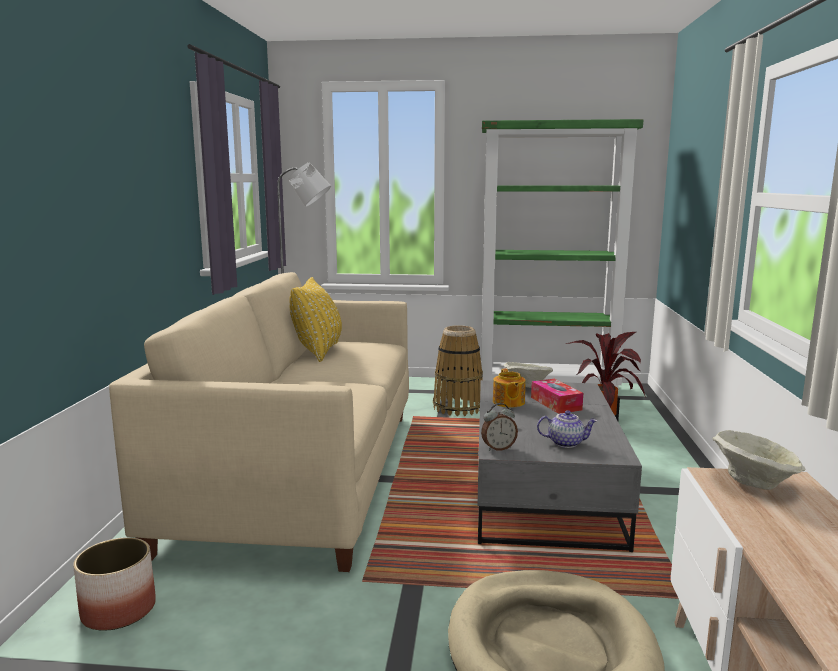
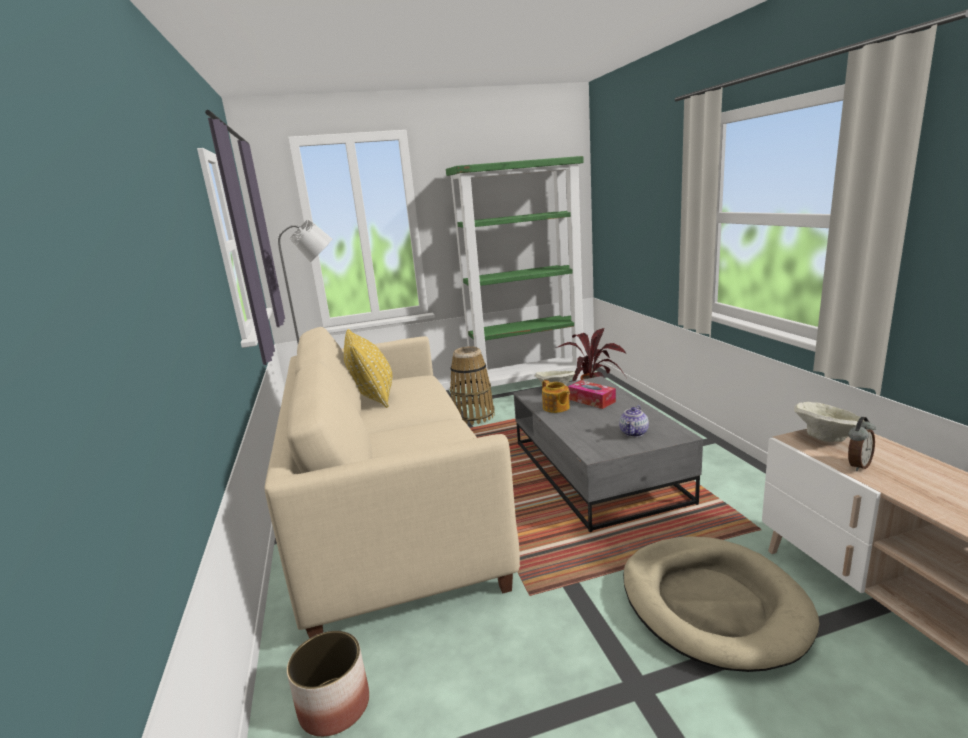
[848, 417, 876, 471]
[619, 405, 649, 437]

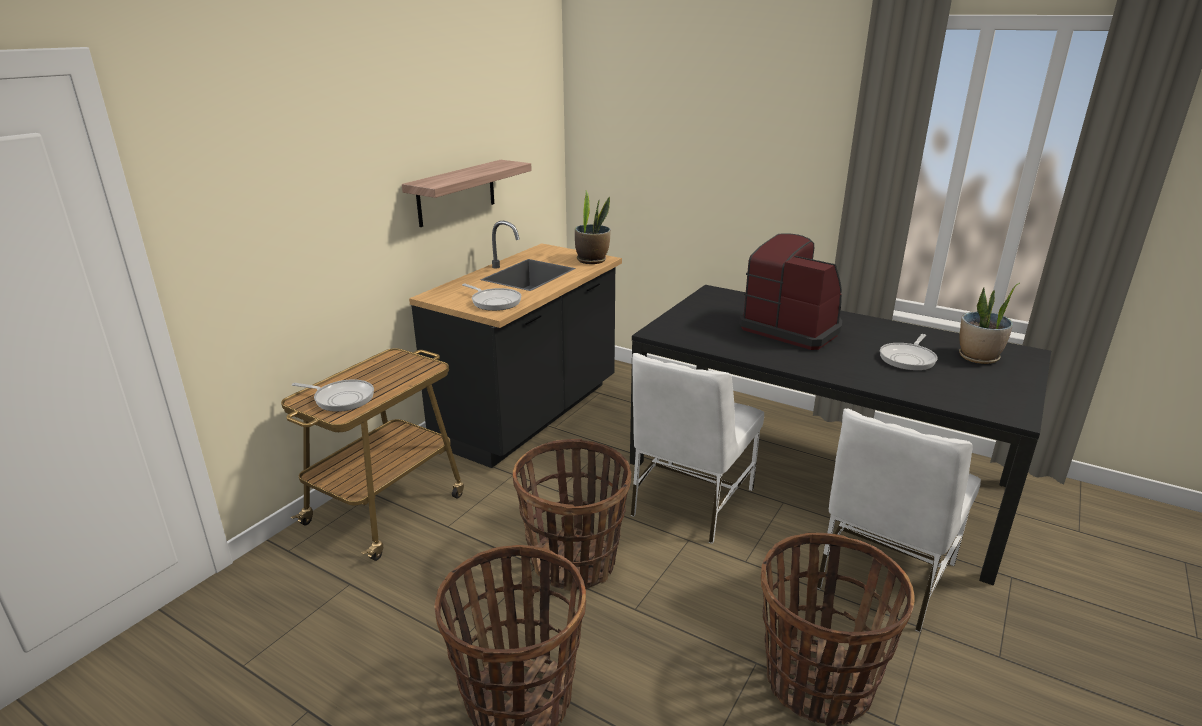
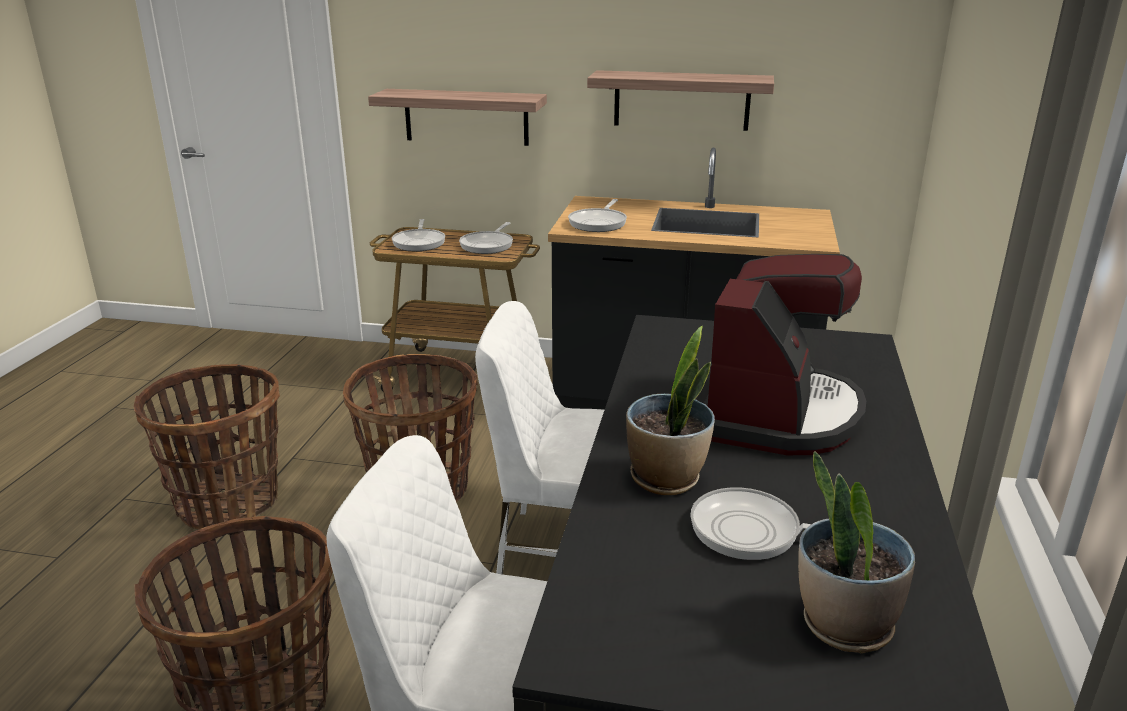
[626, 326, 715, 495]
[368, 89, 547, 146]
[459, 222, 513, 254]

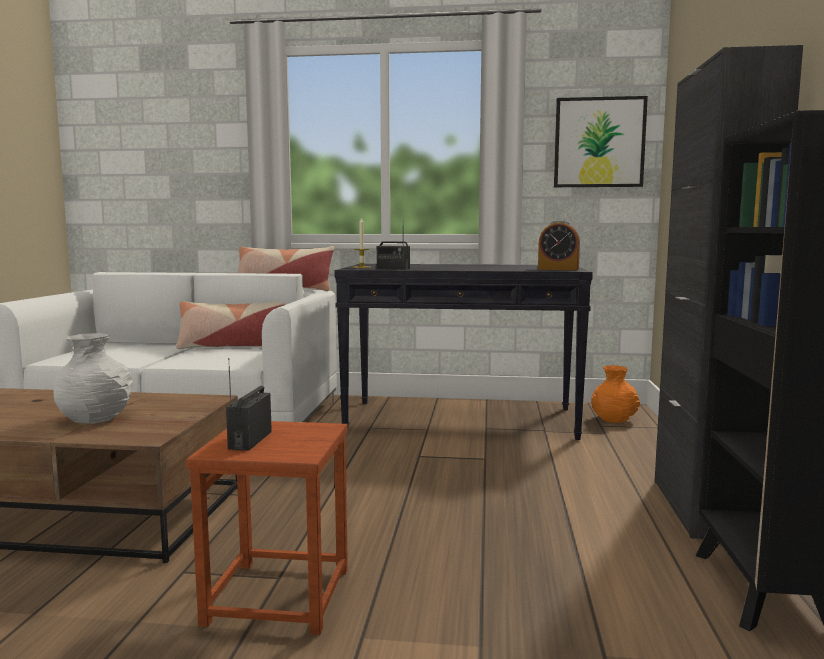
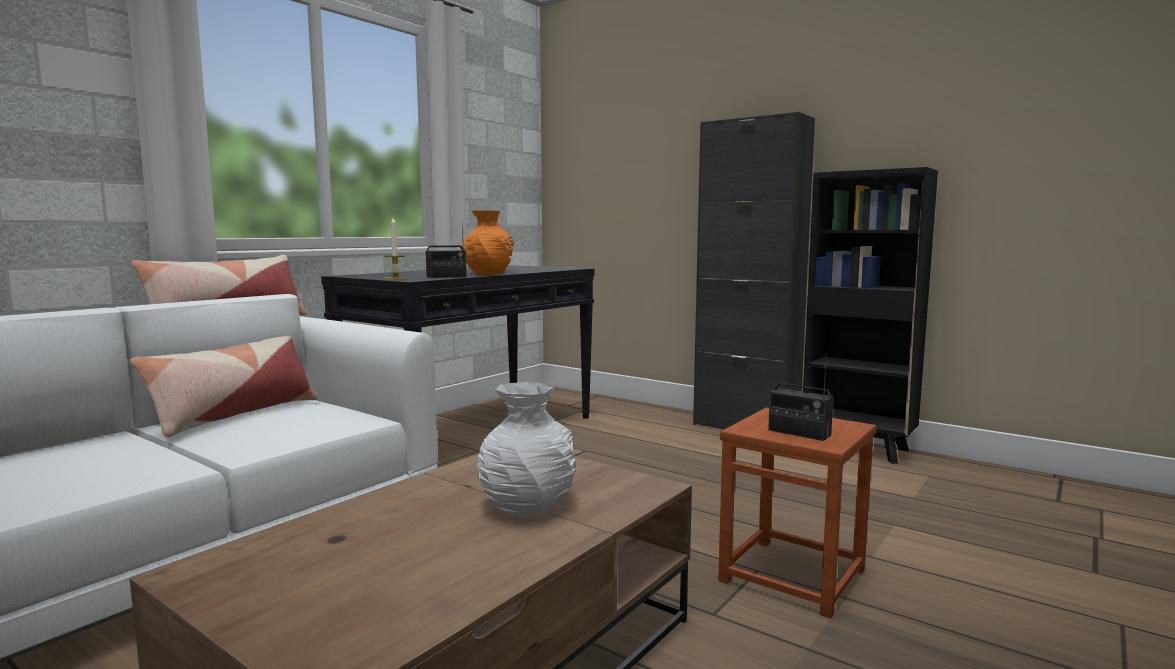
[538, 220, 580, 270] (first image)
[554, 96, 648, 187] (first image)
[462, 211, 514, 275]

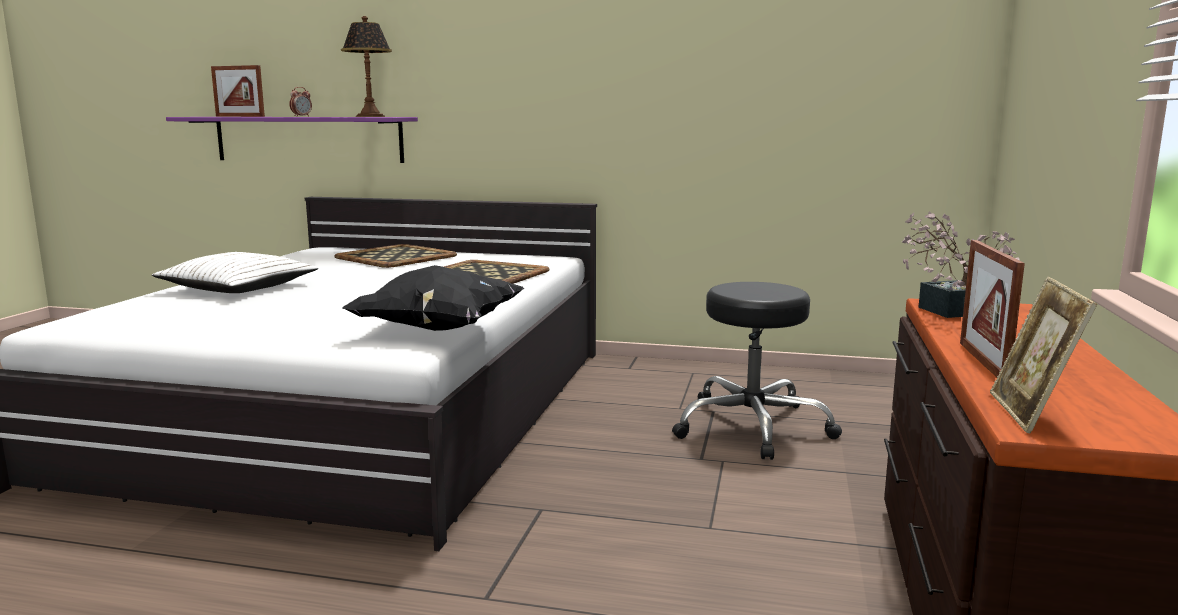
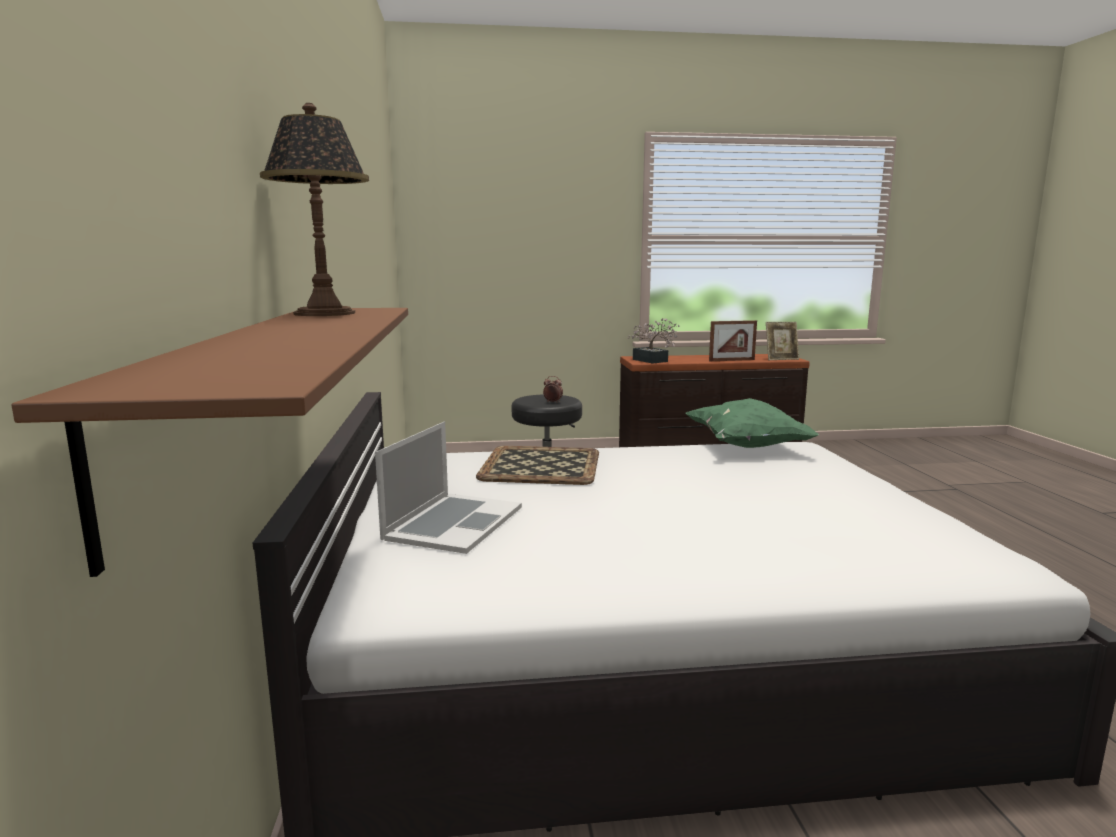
[152, 252, 318, 293] (first image)
[12, 308, 408, 577]
[211, 65, 265, 117] (first image)
[543, 376, 563, 403]
[375, 422, 522, 554]
[686, 398, 819, 448]

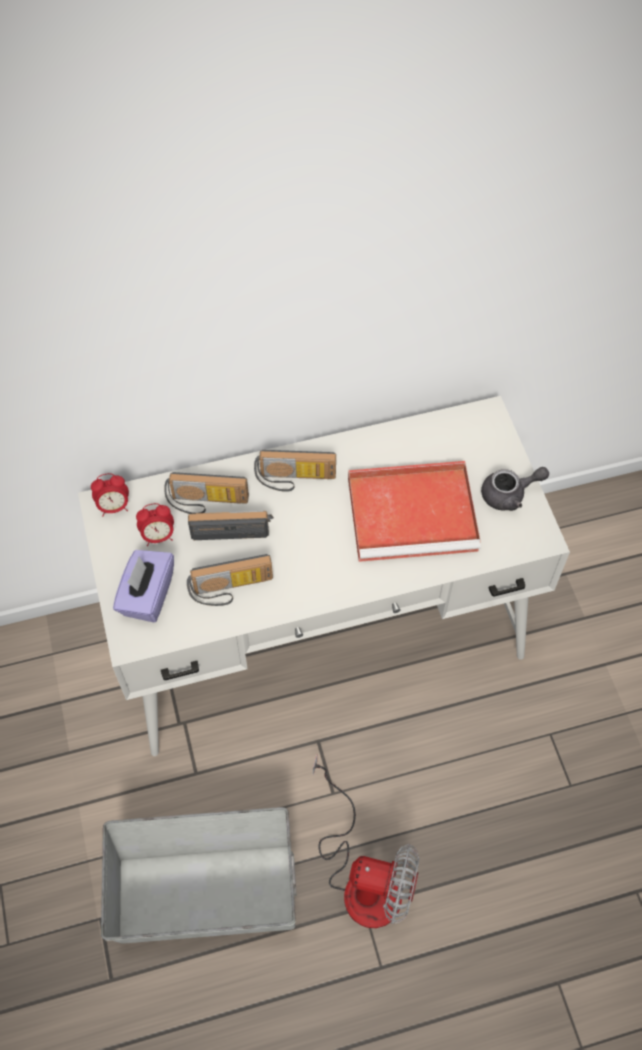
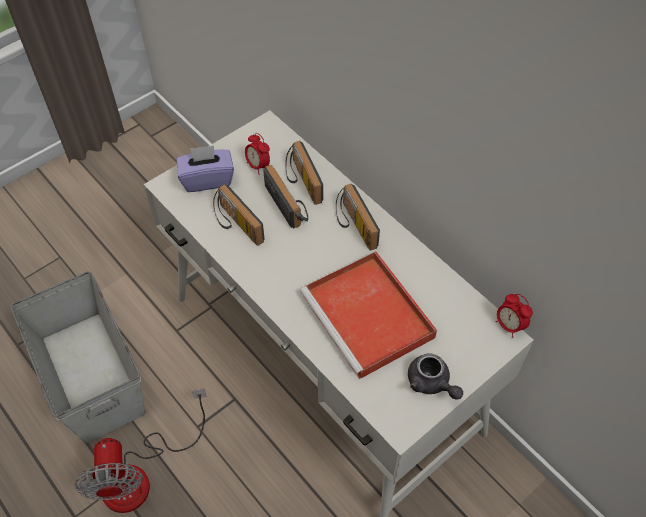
[495, 294, 533, 338]

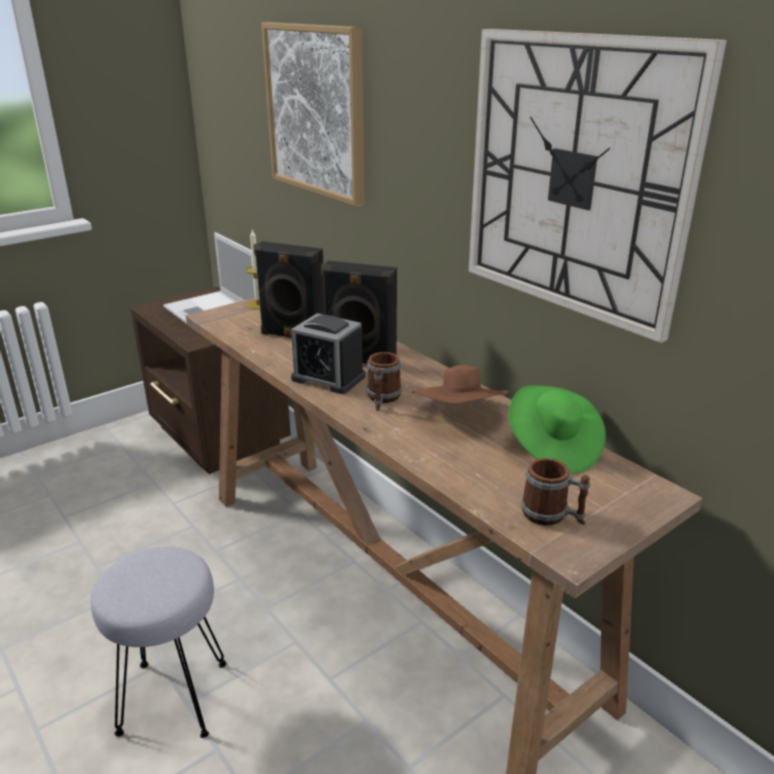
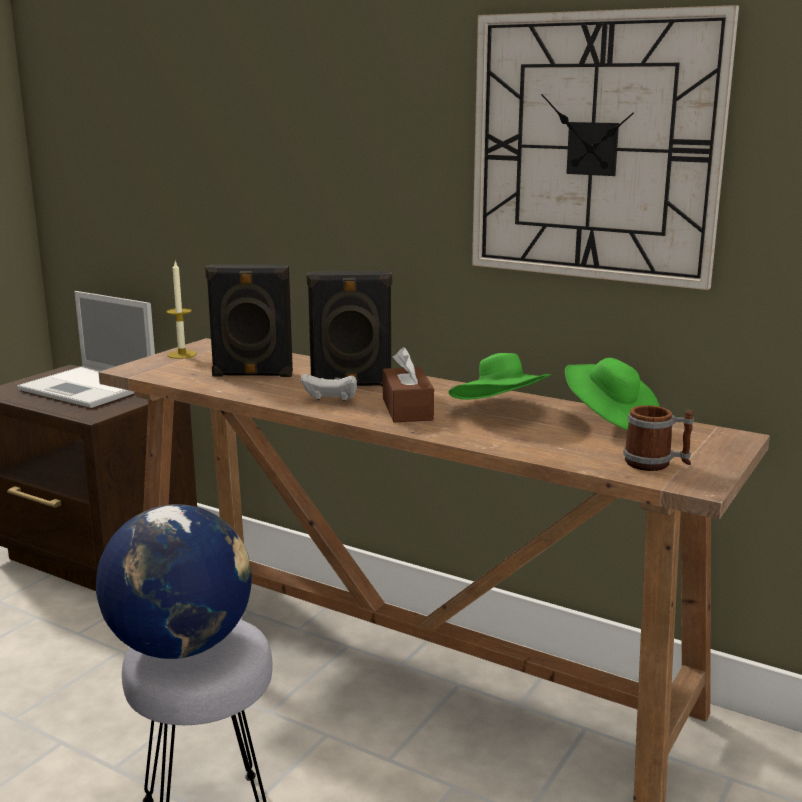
[261, 22, 365, 206] (first image)
[301, 374, 357, 401]
[383, 347, 434, 422]
[449, 353, 551, 400]
[96, 504, 252, 659]

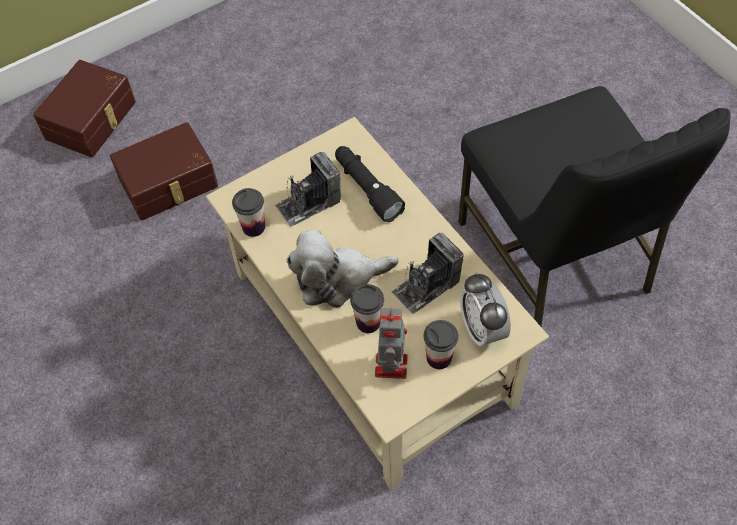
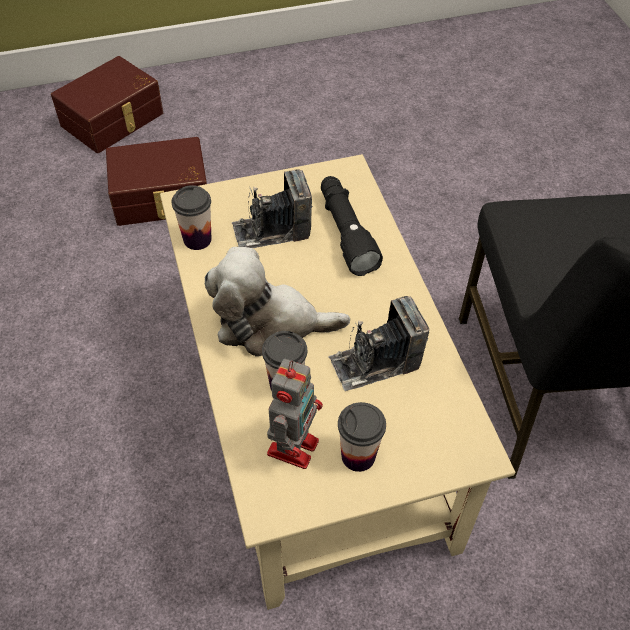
[460, 273, 511, 347] (first image)

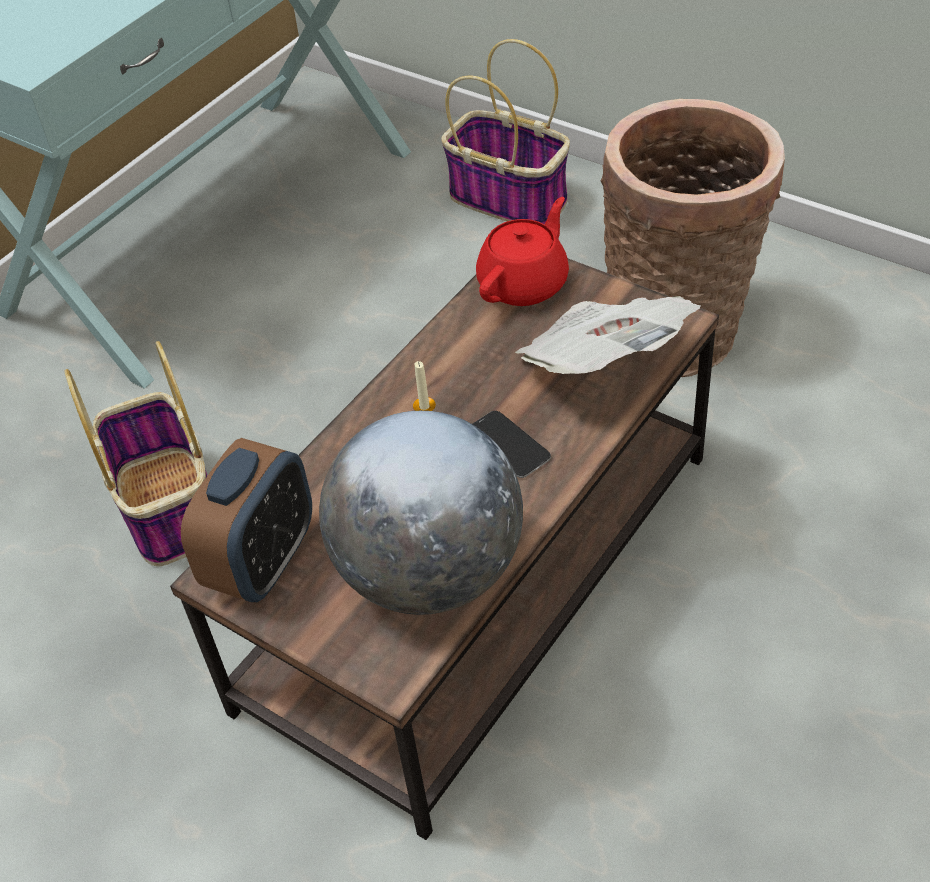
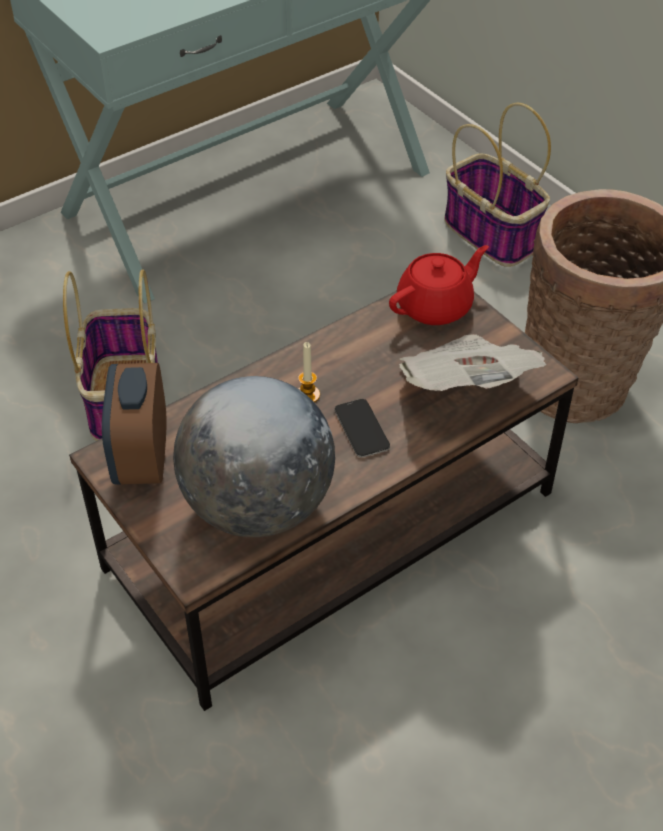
[102, 363, 167, 485]

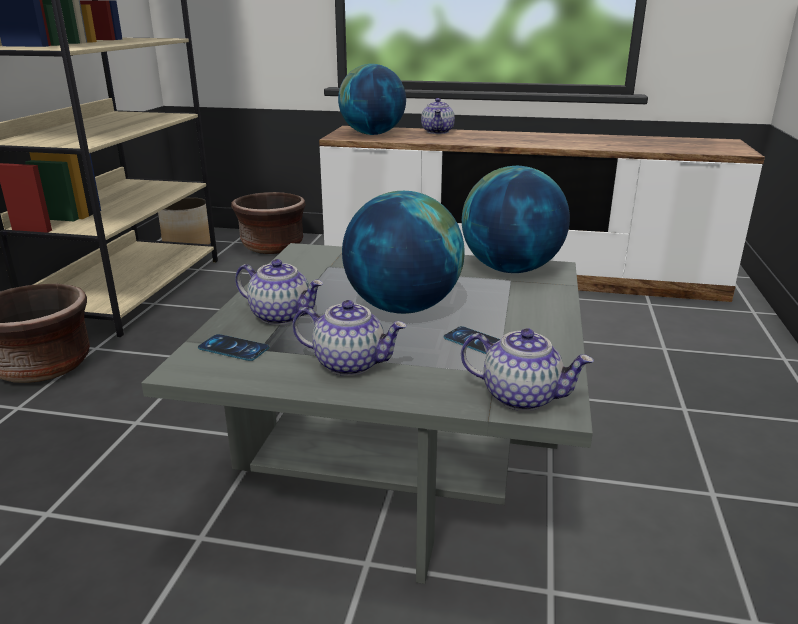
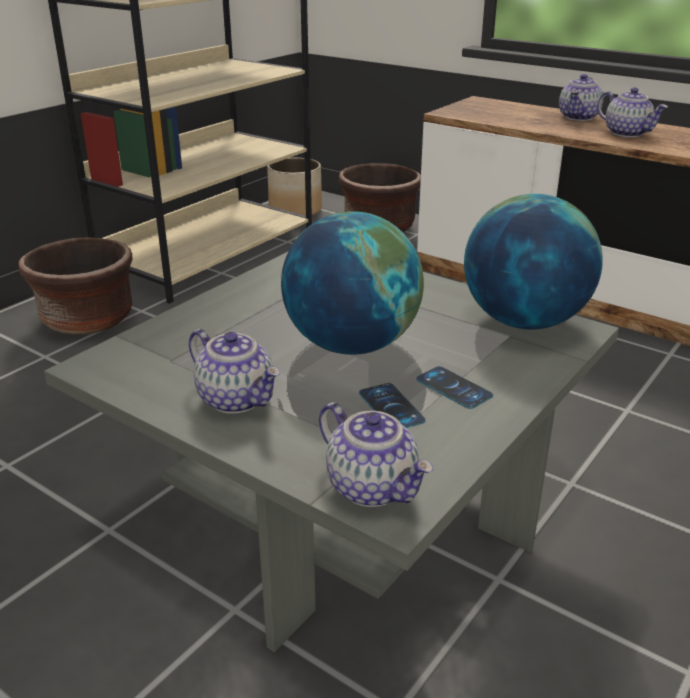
[416, 366, 493, 409]
[597, 87, 668, 137]
[338, 64, 406, 135] (first image)

